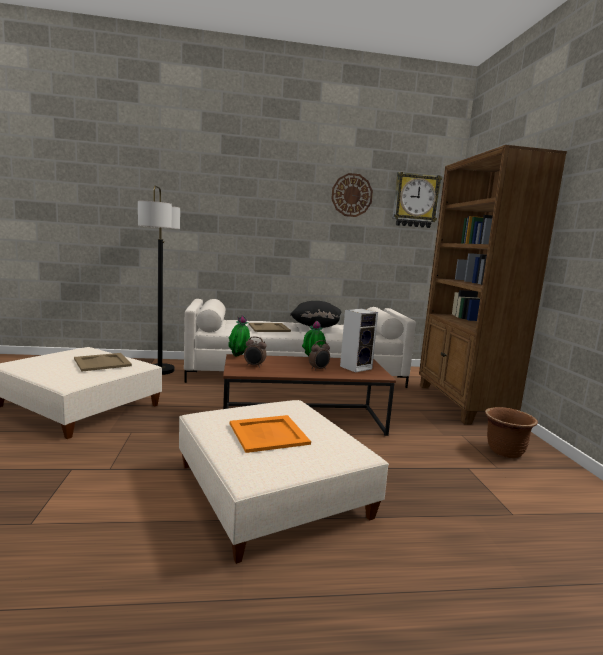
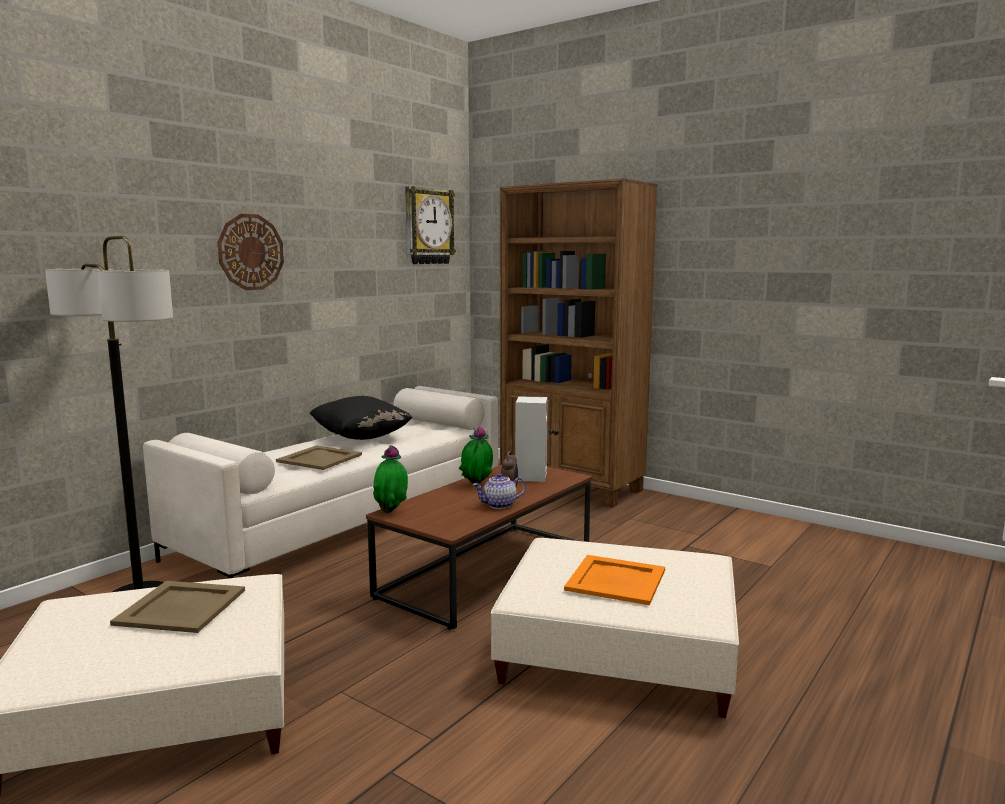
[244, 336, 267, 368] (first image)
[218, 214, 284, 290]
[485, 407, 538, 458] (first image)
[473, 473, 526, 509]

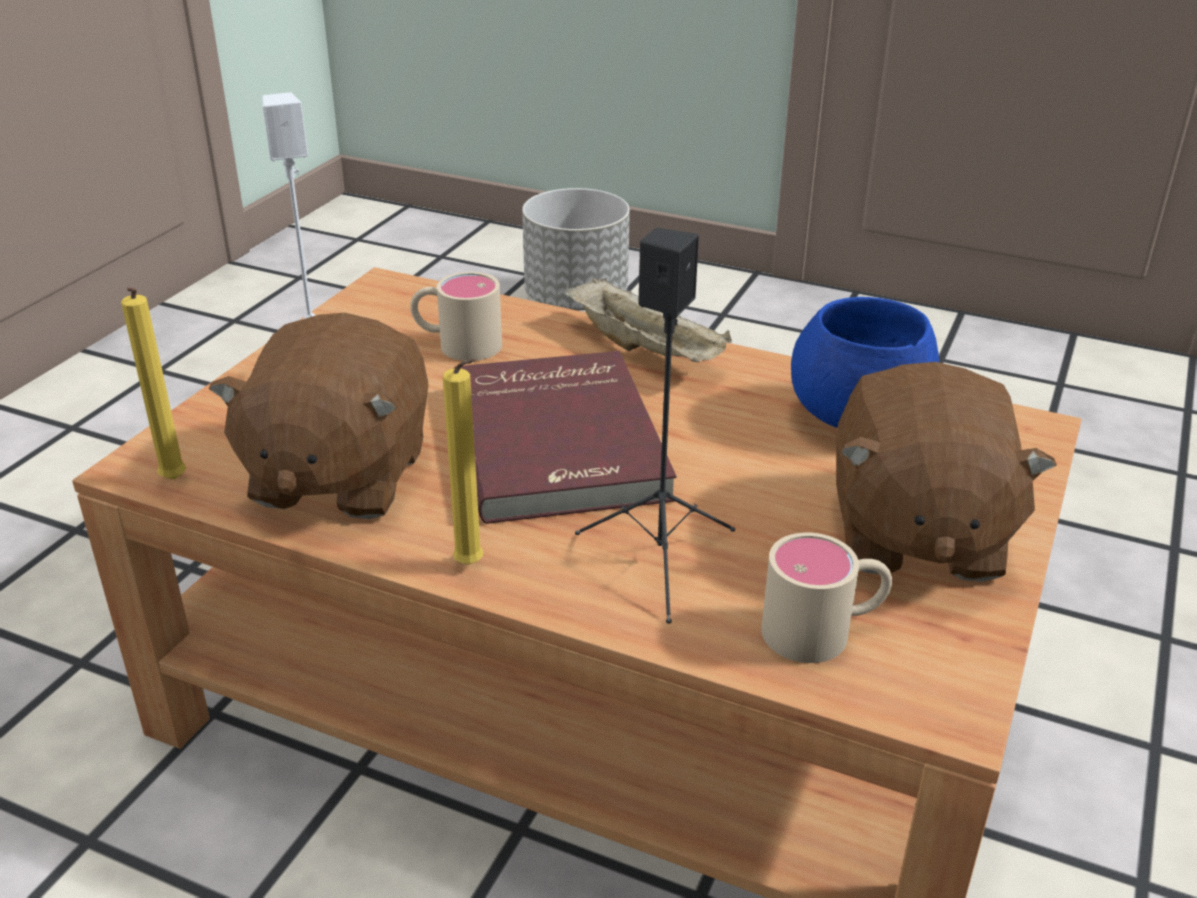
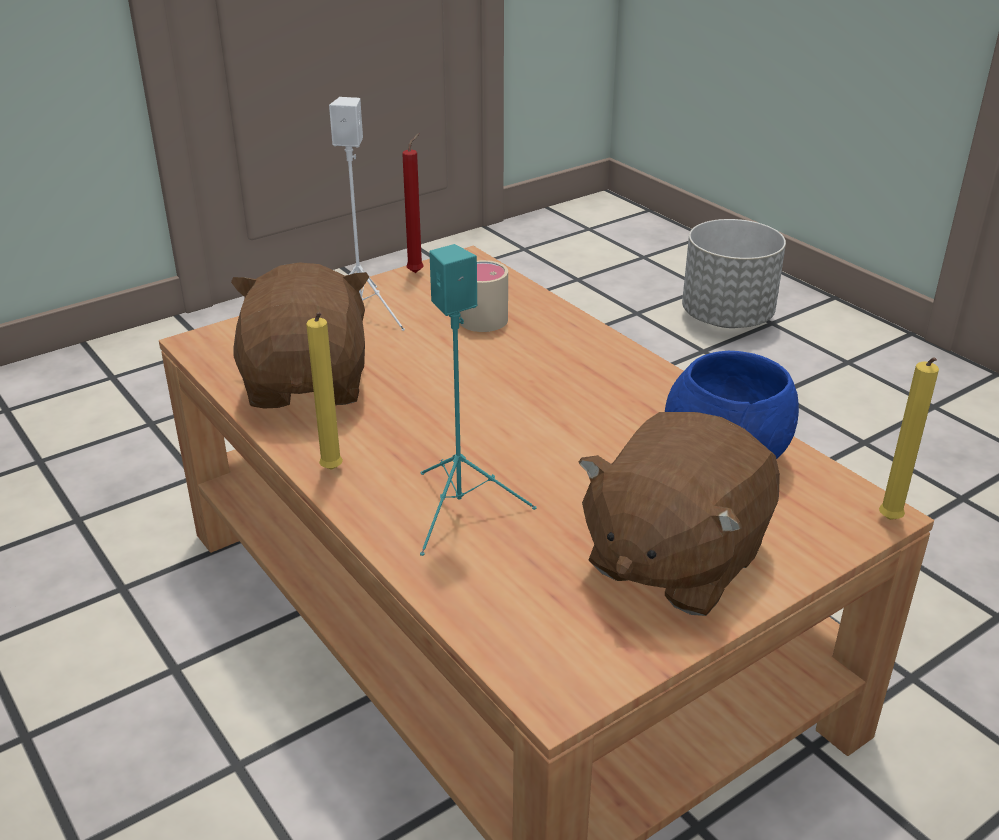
[879, 358, 939, 520]
[231, 262, 369, 409]
[453, 351, 677, 524] (first image)
[564, 278, 732, 362] (first image)
[420, 244, 536, 556]
[761, 532, 892, 663] (first image)
[402, 133, 424, 273]

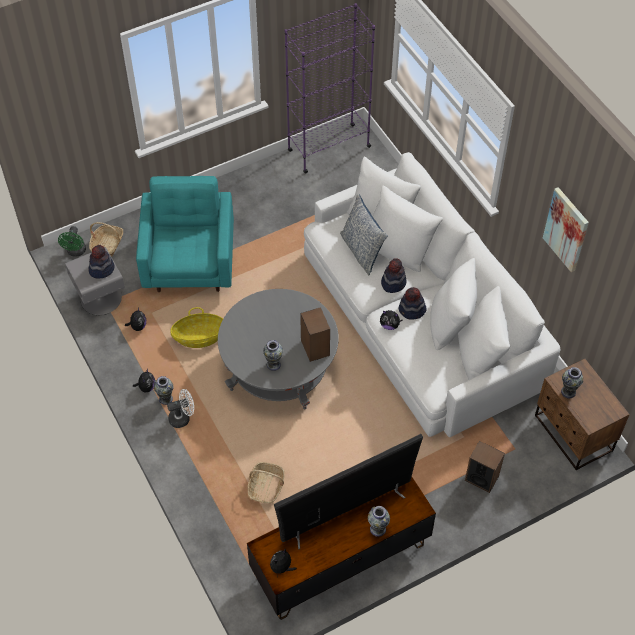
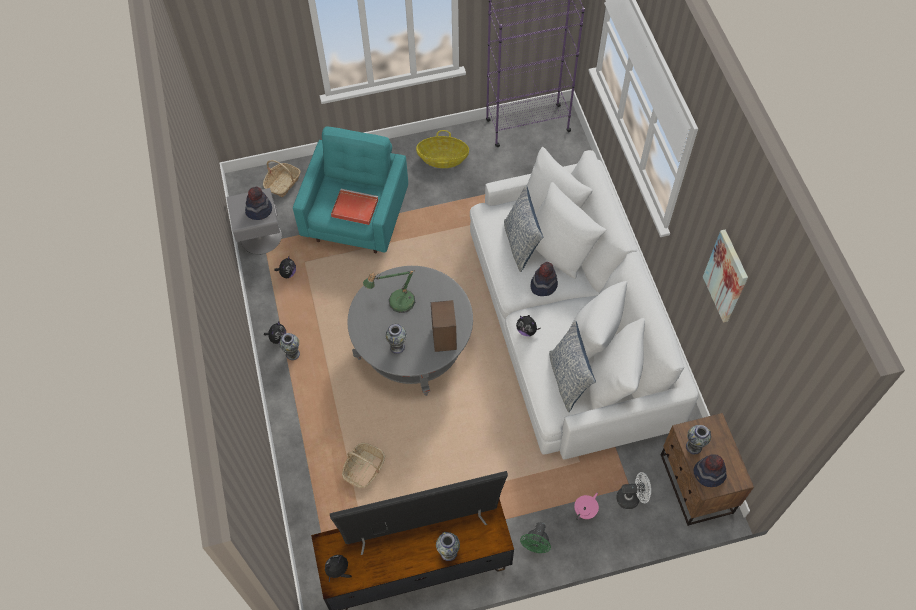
[520, 522, 551, 553]
[616, 472, 651, 509]
[416, 130, 469, 168]
[694, 454, 727, 487]
[574, 493, 599, 520]
[331, 189, 378, 225]
[363, 270, 416, 313]
[549, 320, 596, 412]

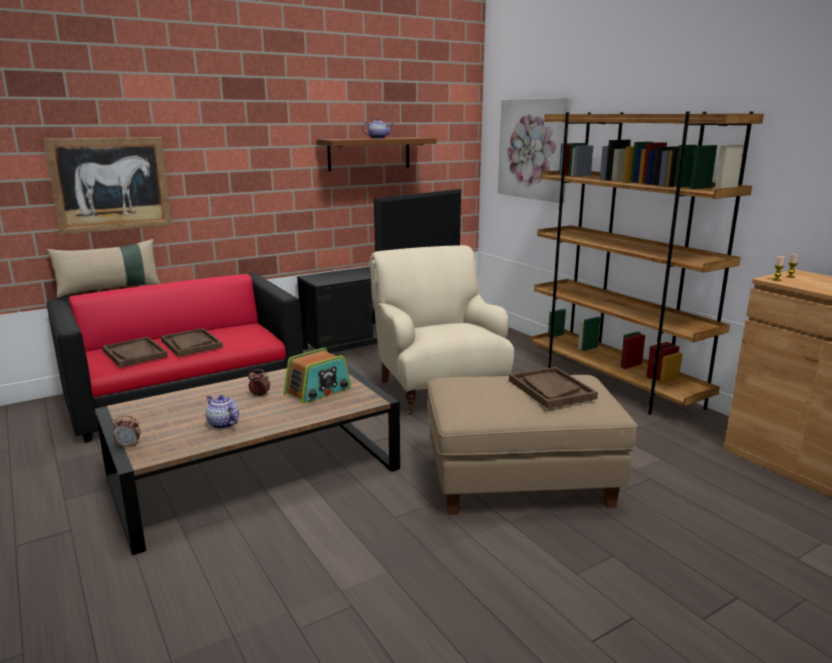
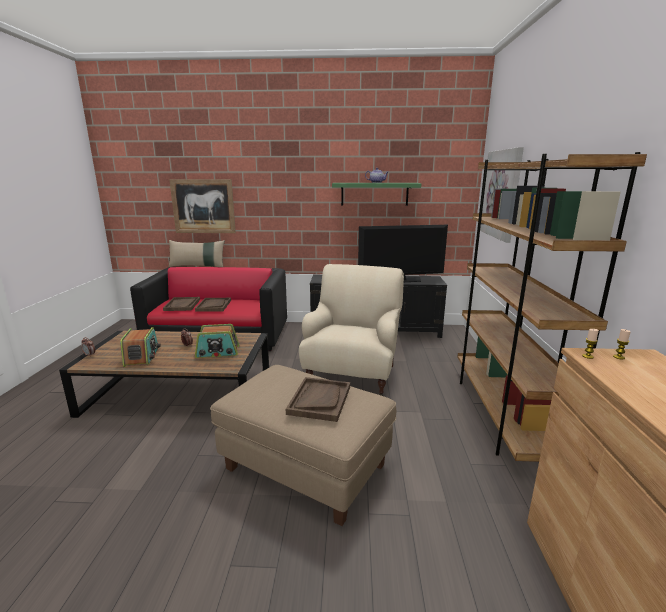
[120, 327, 161, 367]
[332, 183, 421, 206]

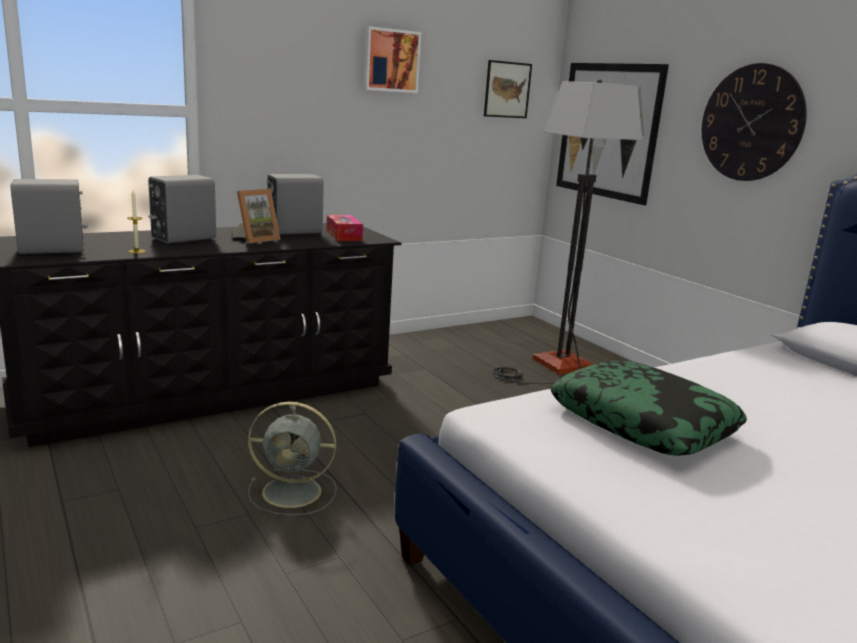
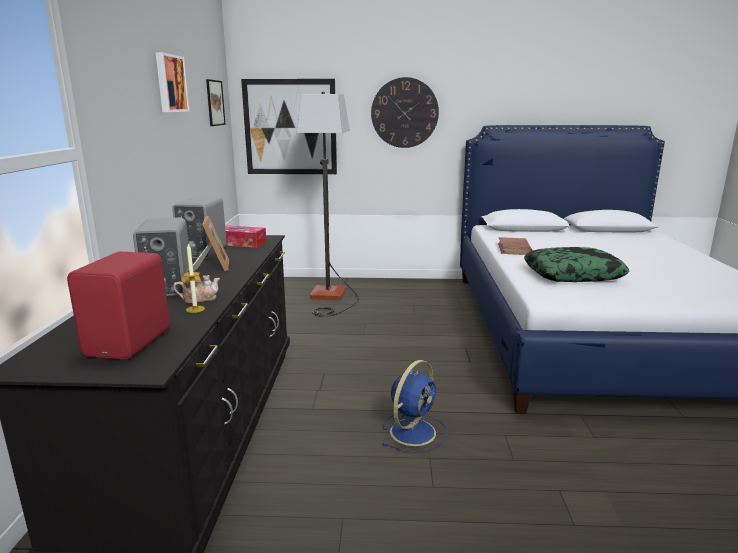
[67, 252, 170, 360]
[382, 360, 447, 453]
[173, 268, 220, 303]
[498, 237, 532, 255]

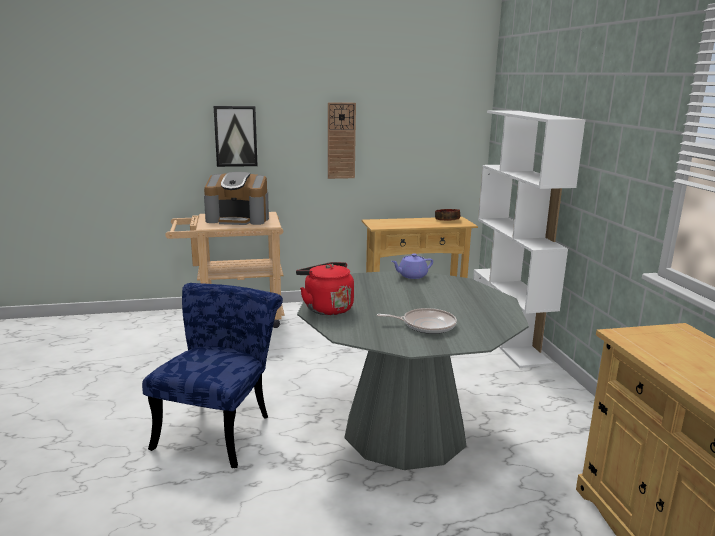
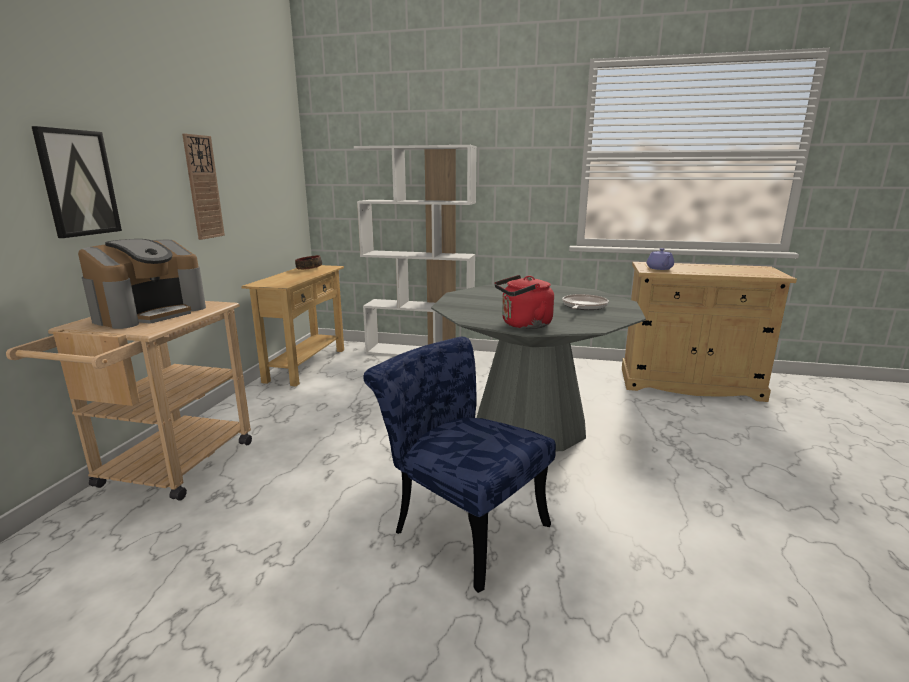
[647, 248, 674, 270]

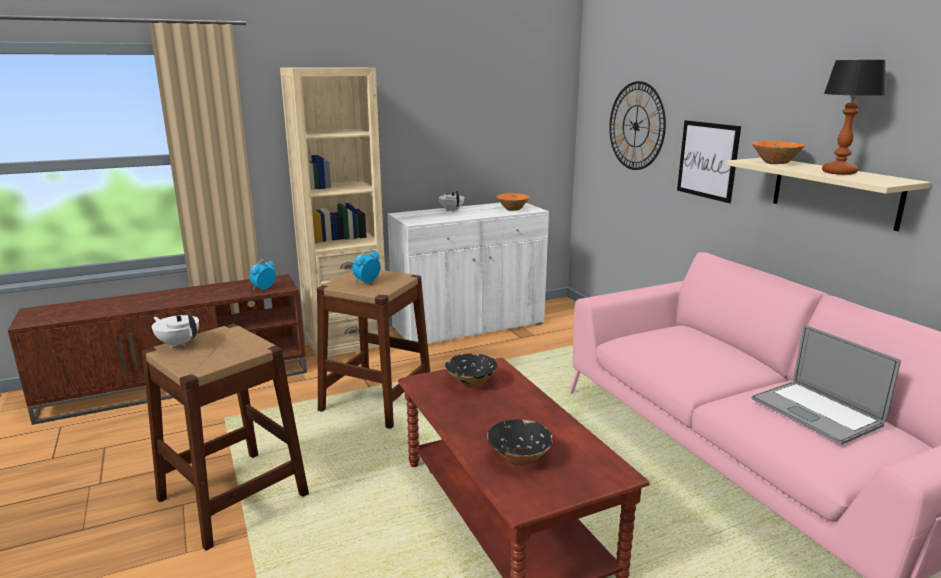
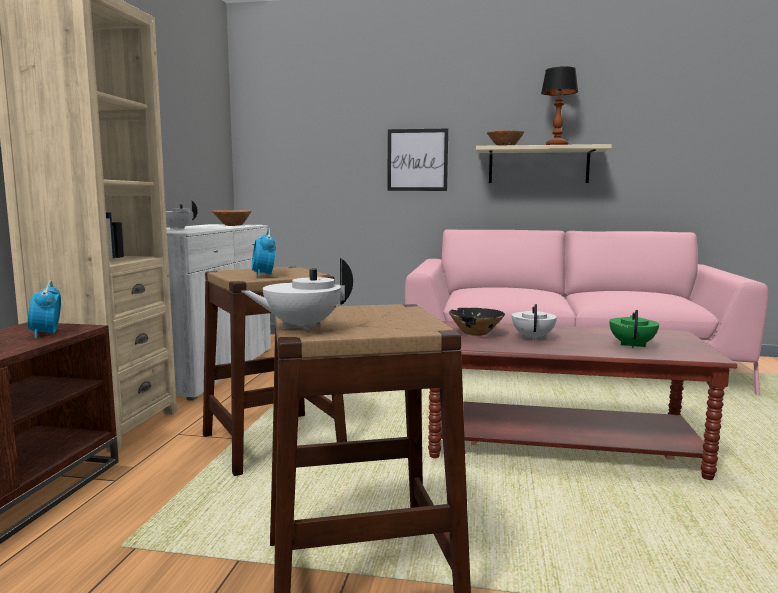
[609, 310, 659, 348]
[609, 81, 666, 170] (first image)
[751, 324, 901, 445] (first image)
[512, 304, 557, 341]

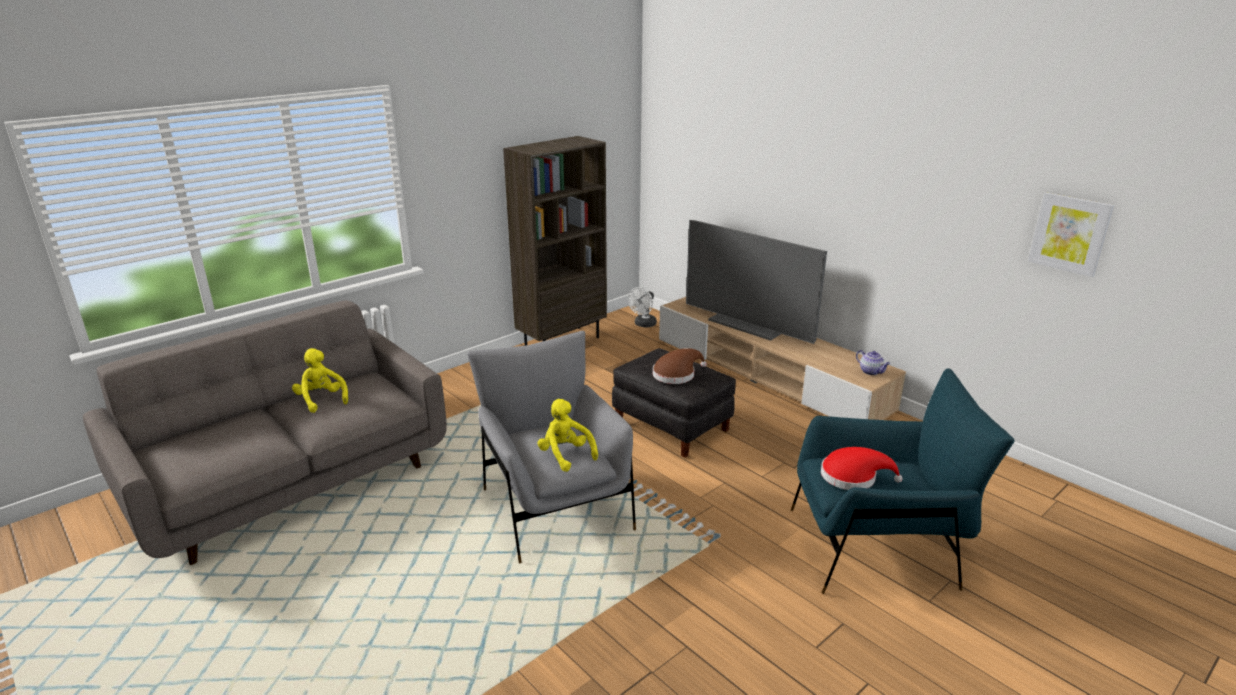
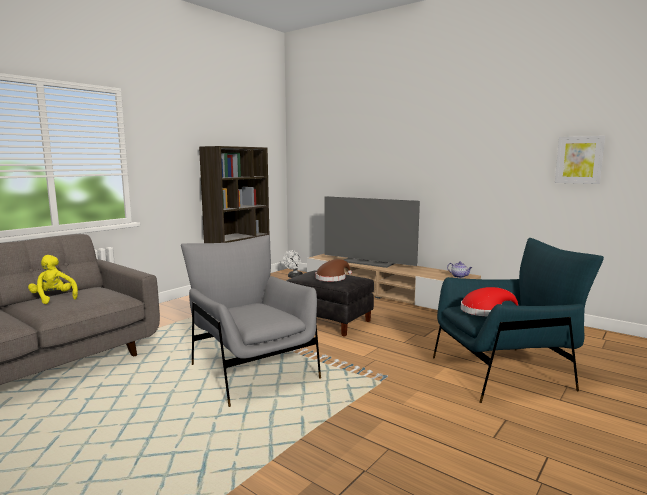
[537, 399, 598, 472] (first image)

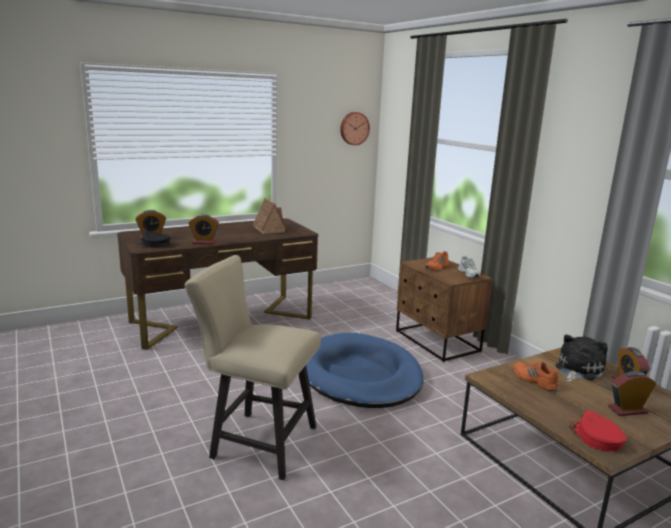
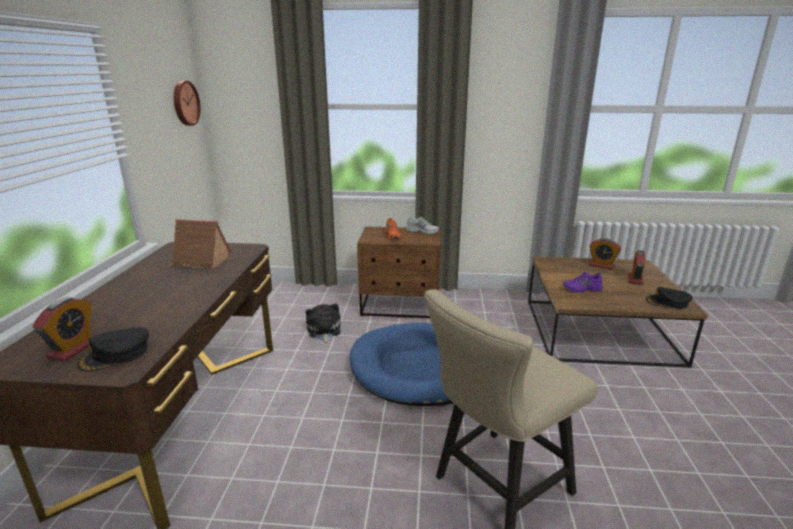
[188, 214, 219, 244] (first image)
[563, 272, 603, 293]
[305, 303, 341, 344]
[646, 287, 693, 309]

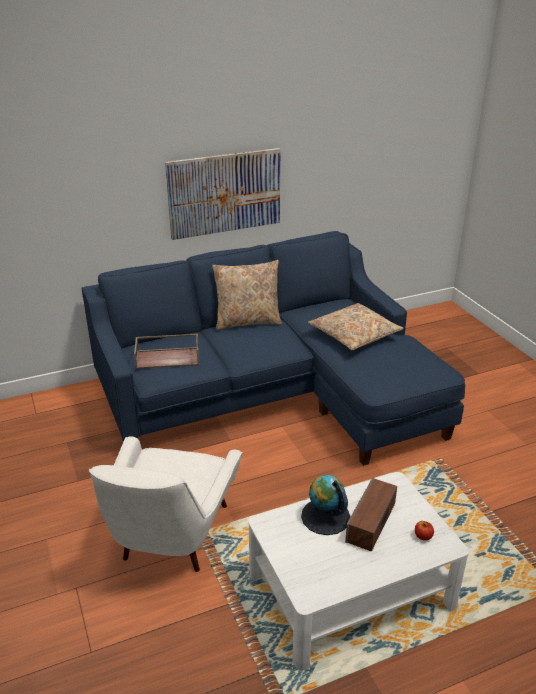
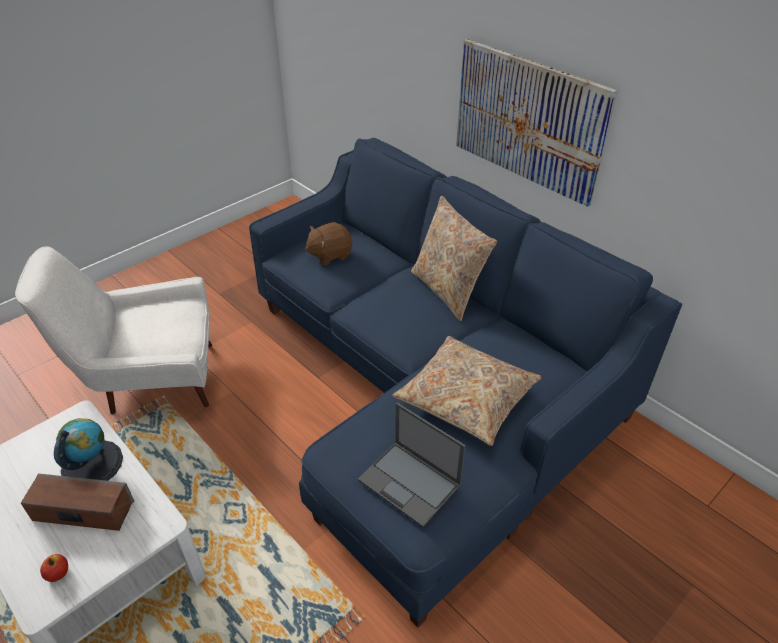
[305, 222, 352, 265]
[358, 403, 466, 527]

